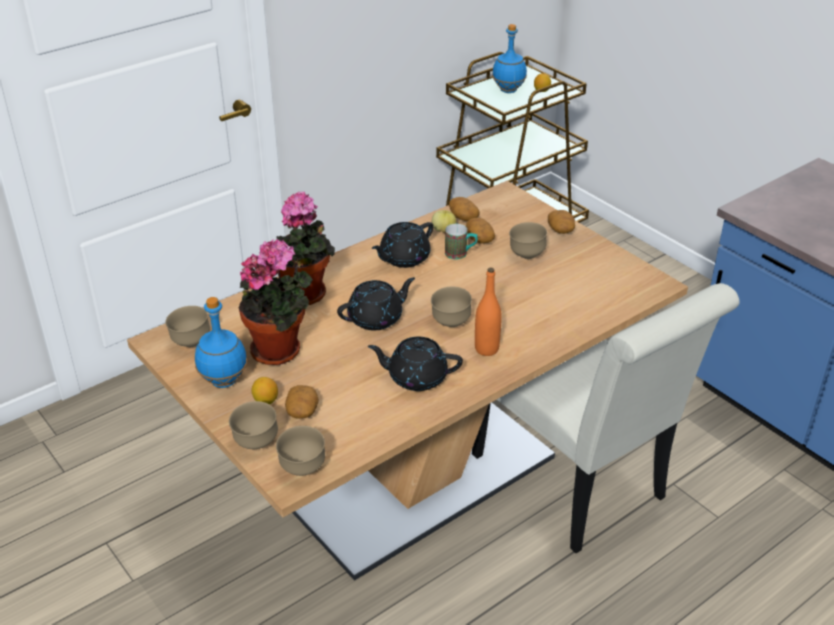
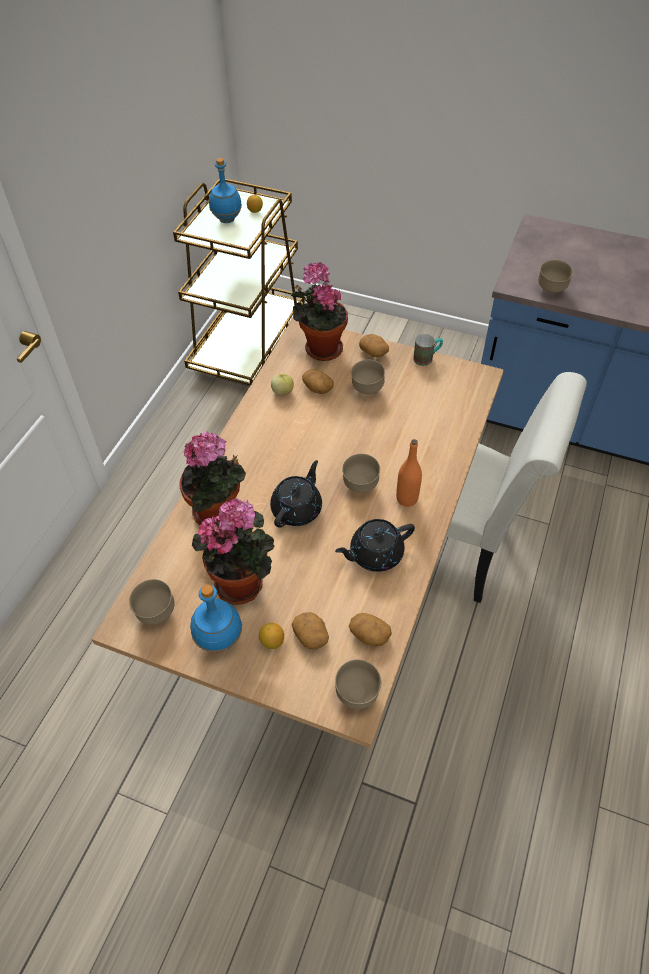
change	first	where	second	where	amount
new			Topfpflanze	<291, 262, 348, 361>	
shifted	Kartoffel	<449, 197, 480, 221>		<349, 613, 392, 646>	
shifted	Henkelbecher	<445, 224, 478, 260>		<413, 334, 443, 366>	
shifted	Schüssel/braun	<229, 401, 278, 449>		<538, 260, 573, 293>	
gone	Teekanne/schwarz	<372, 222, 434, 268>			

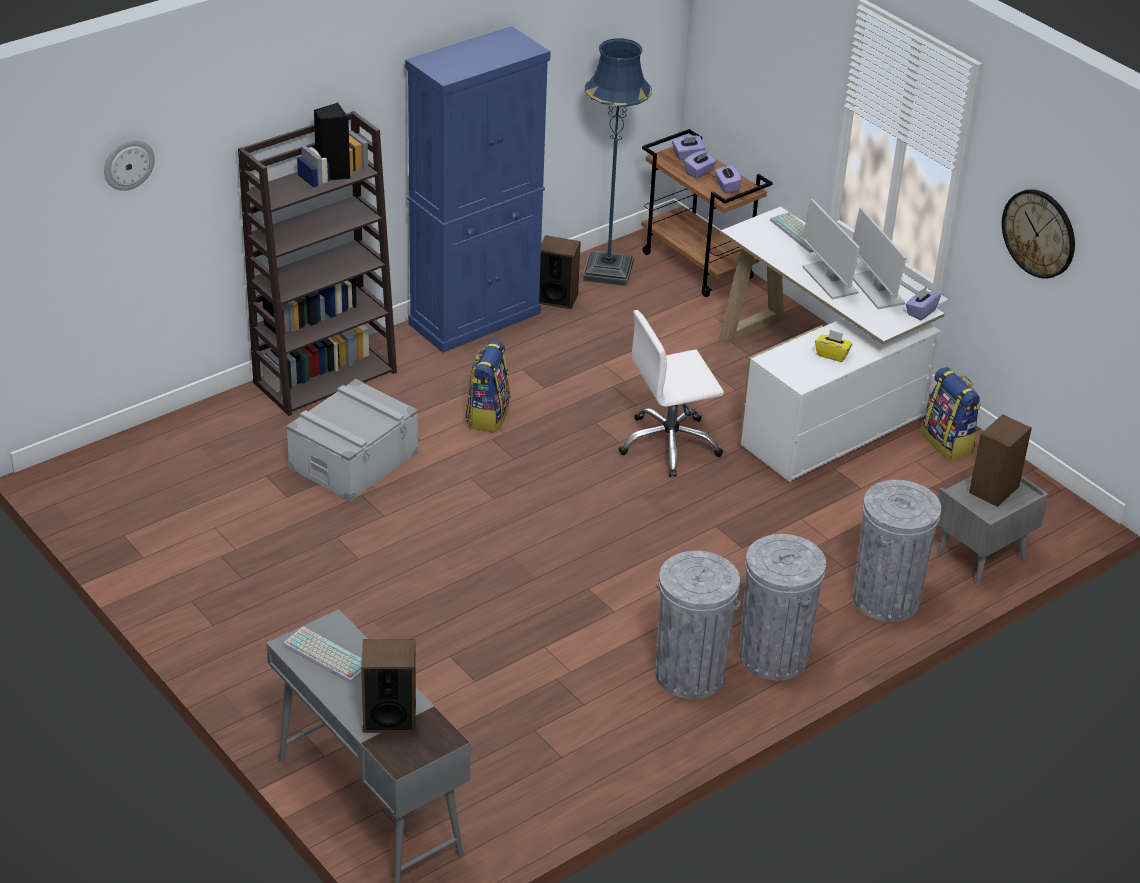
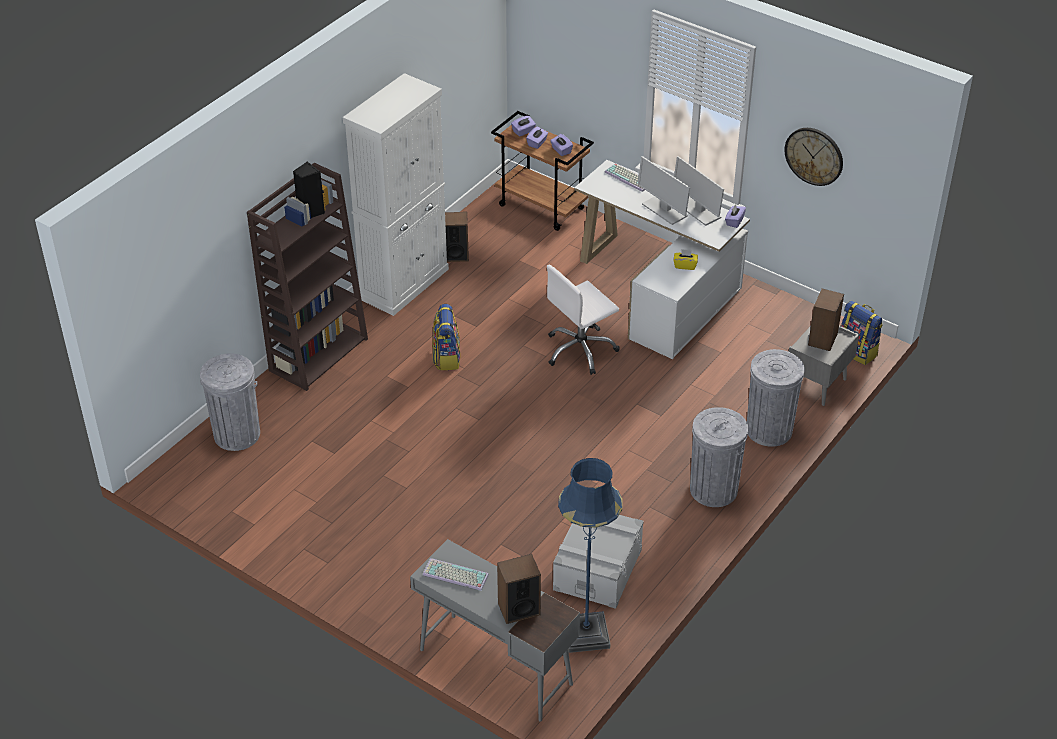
change	first	where	second	where	amount
shifted	Mülleimer/grau	<655, 551, 740, 699>		<200, 353, 260, 451>	
repainted	Schrank/blau	<405, 26, 551, 353>	Schrank/weiß	<343, 73, 449, 316>	
shifted	Aufbewahrungsbox/grau	<286, 379, 418, 502>		<553, 515, 644, 609>	
shifted	Stehlampe/blau	<583, 38, 652, 286>		<558, 458, 623, 653>	
shifted	Rucksack	<921, 367, 981, 460>		<841, 301, 883, 365>	
gone	Wanduhr	<104, 140, 155, 191>			

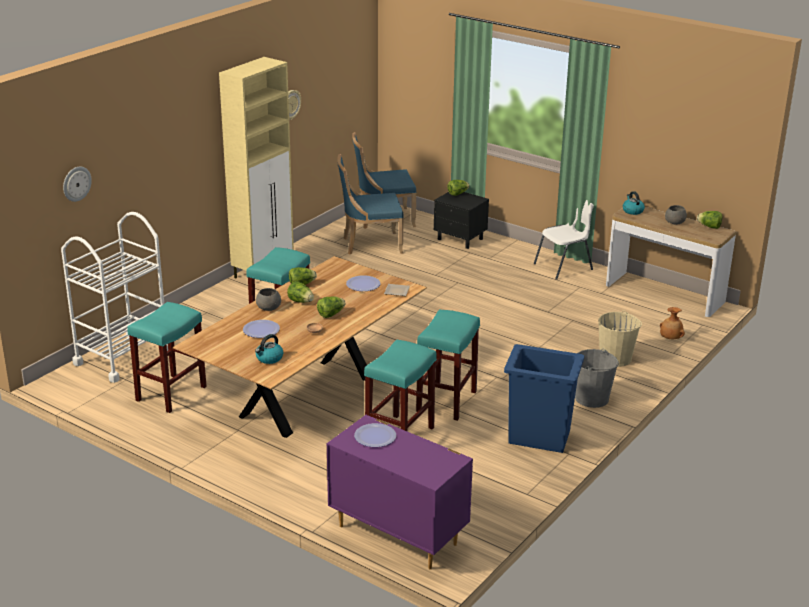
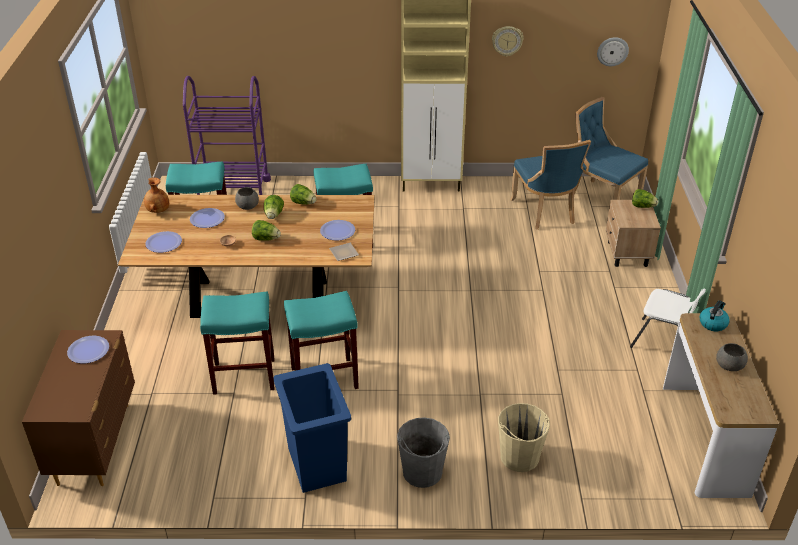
change	first	where	second	where	amount
repainted	Kommode/lila	<327, 415, 473, 570>	Kommode/braun	<22, 330, 135, 486>	
shifted	Vase/braun	<660, 307, 685, 339>		<144, 178, 169, 213>	
swapped	Wasserkessel	<255, 334, 283, 364>	Teller	<145, 231, 182, 253>	
repainted	Rollwagen/weiß	<61, 212, 168, 383>	Rollwagen/lila	<183, 76, 271, 195>	
rotated	Stuhl/blau	<337, 154, 404, 254>		<510, 140, 591, 230>	150 degrees counterclockwise
shifted	Wanduhr	<63, 167, 92, 202>		<597, 37, 629, 66>	
repainted	Nachttisch/schwarz	<434, 192, 489, 249>	Nachttisch/beige	<606, 200, 661, 267>	
gone	Salatkopf	<697, 211, 722, 229>			

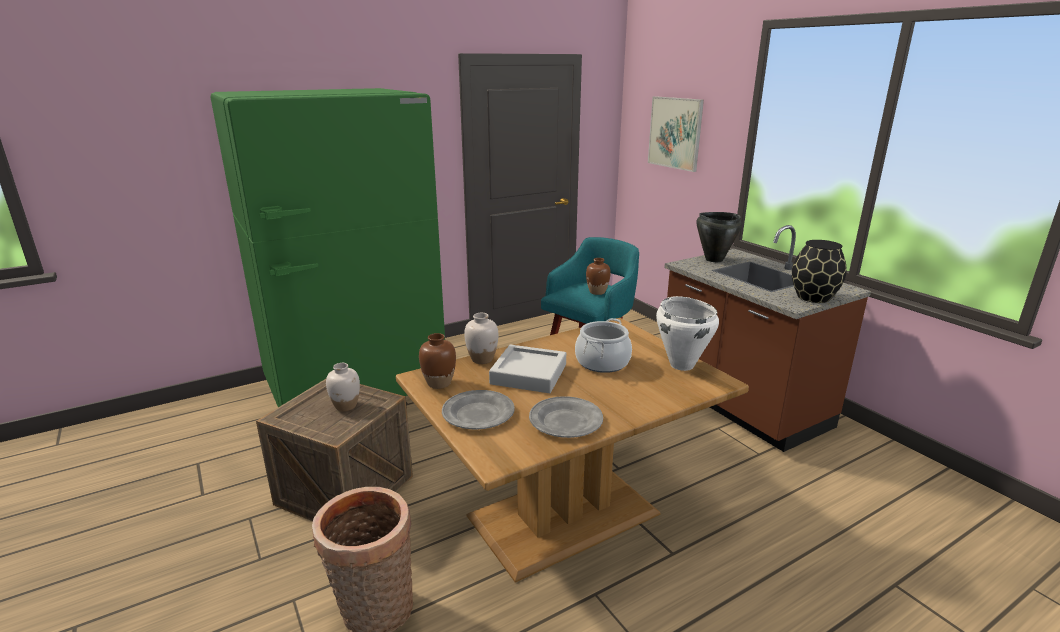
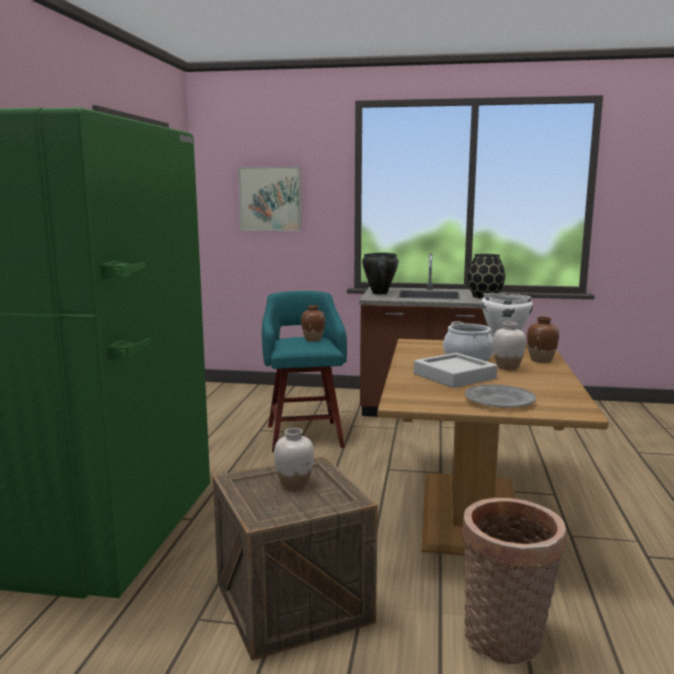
change	first	where	second	where	amount
shifted	Vase/weiß	<464, 313, 498, 364>		<493, 322, 526, 370>	
shifted	Vase/braun	<419, 333, 456, 389>		<527, 317, 559, 363>	
gone	Teller/grau	<529, 396, 603, 438>			

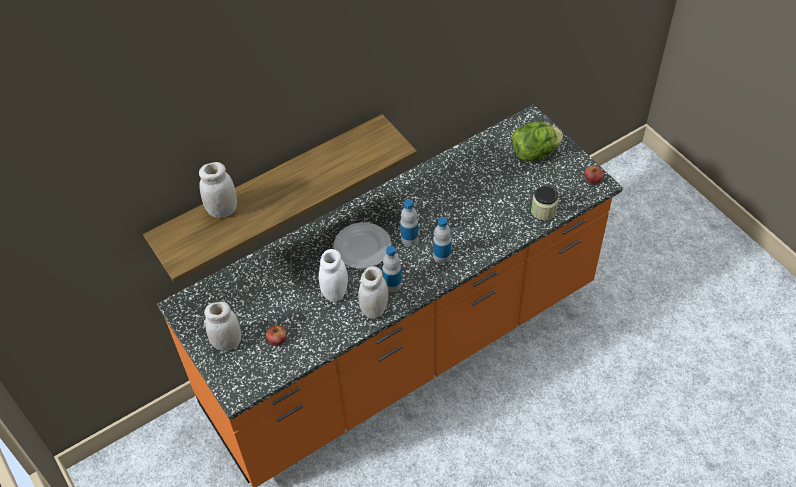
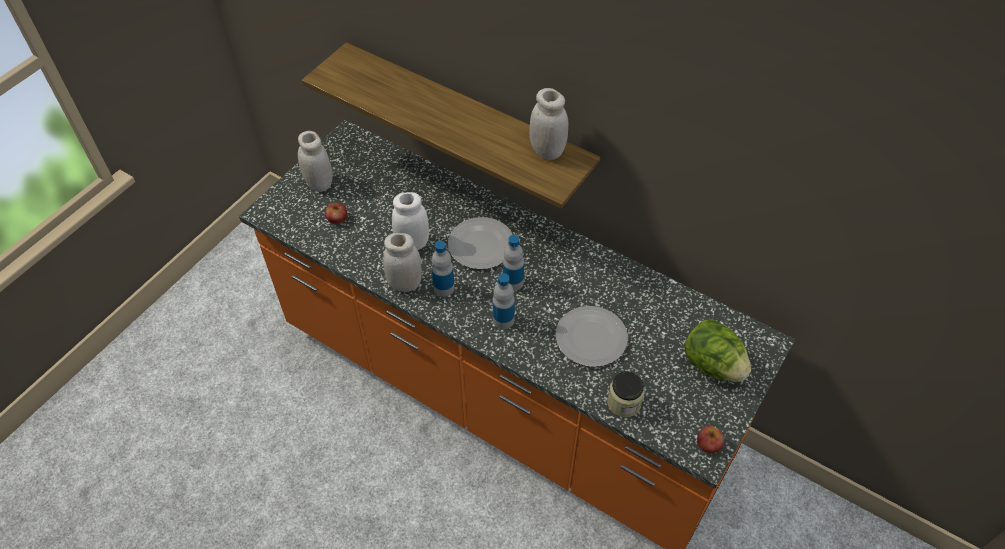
change	first	where	second	where	amount
shifted	Vorratsglas/weiß	<199, 162, 237, 218>		<530, 88, 569, 160>	
new			Teller	<556, 306, 628, 367>	

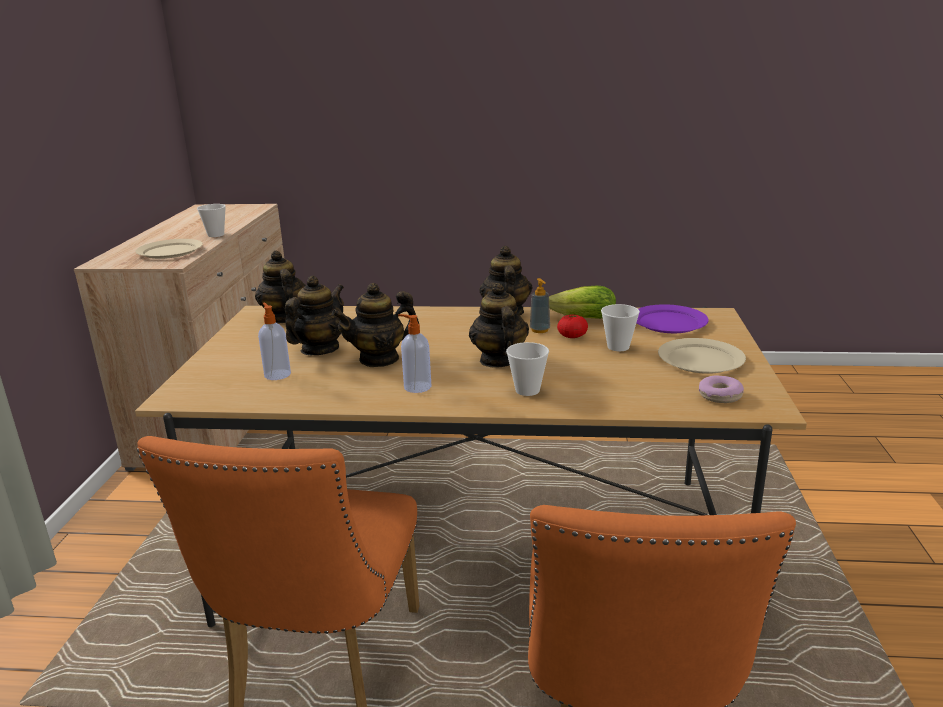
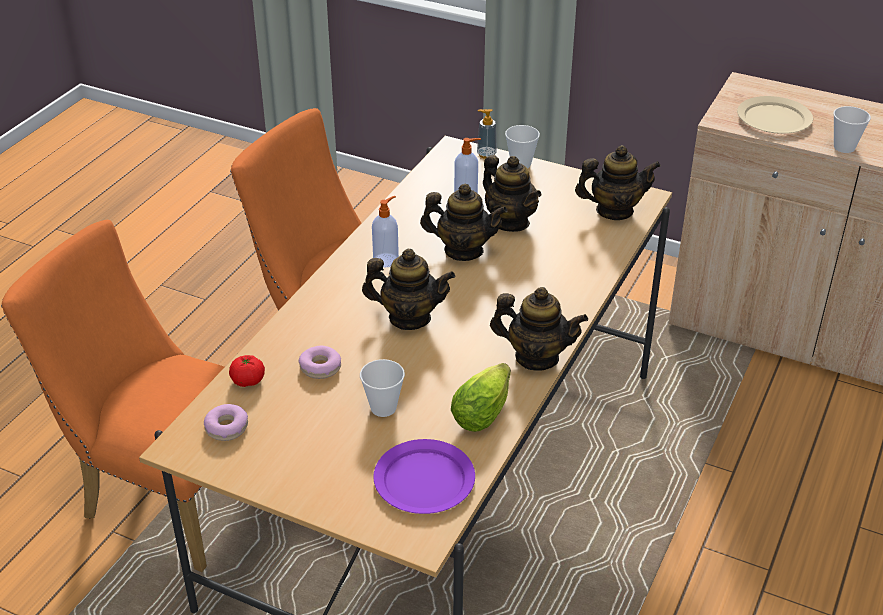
change	first	where	second	where	amount
shifted	Tomate	<557, 315, 588, 338>		<229, 355, 265, 387>	
new			Donut	<298, 346, 341, 379>	
rotated	Teekanne	<332, 283, 419, 367>		<420, 184, 508, 261>	105 degrees clockwise
shifted	Seifenspender	<530, 278, 550, 333>		<477, 109, 497, 159>	
shifted	Tasse	<506, 342, 549, 396>		<505, 125, 540, 169>	
gone	Teller/beige	<658, 338, 746, 374>			

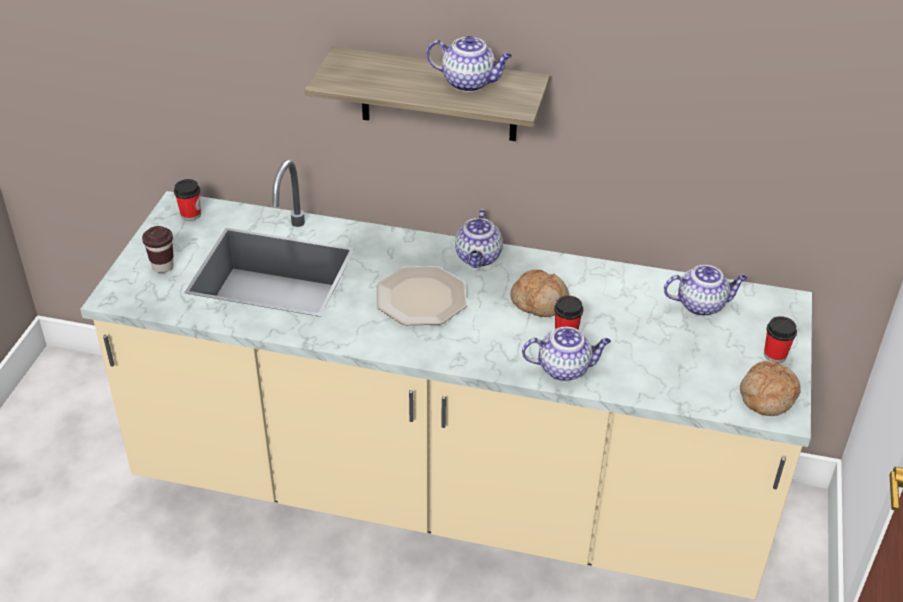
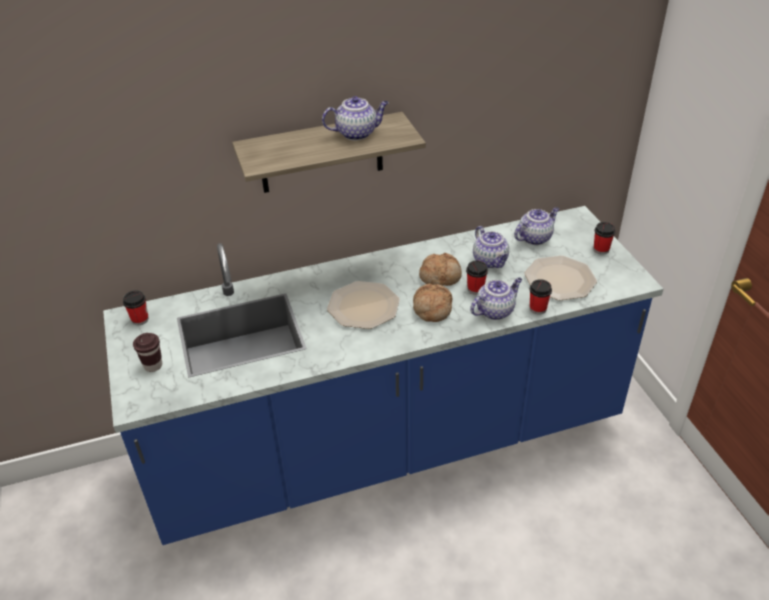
change	first	where	second	where	amount
repainted	Küchenzeile/beige	<80, 160, 812, 599>	Küchenzeile/blau	<103, 206, 663, 545>	
shifted	Brot	<740, 361, 801, 416>		<413, 283, 452, 322>	
shifted	Teekanne	<455, 209, 503, 268>		<473, 226, 509, 268>	
new			Teller	<524, 255, 597, 301>	
new			Tasse	<530, 279, 552, 315>	

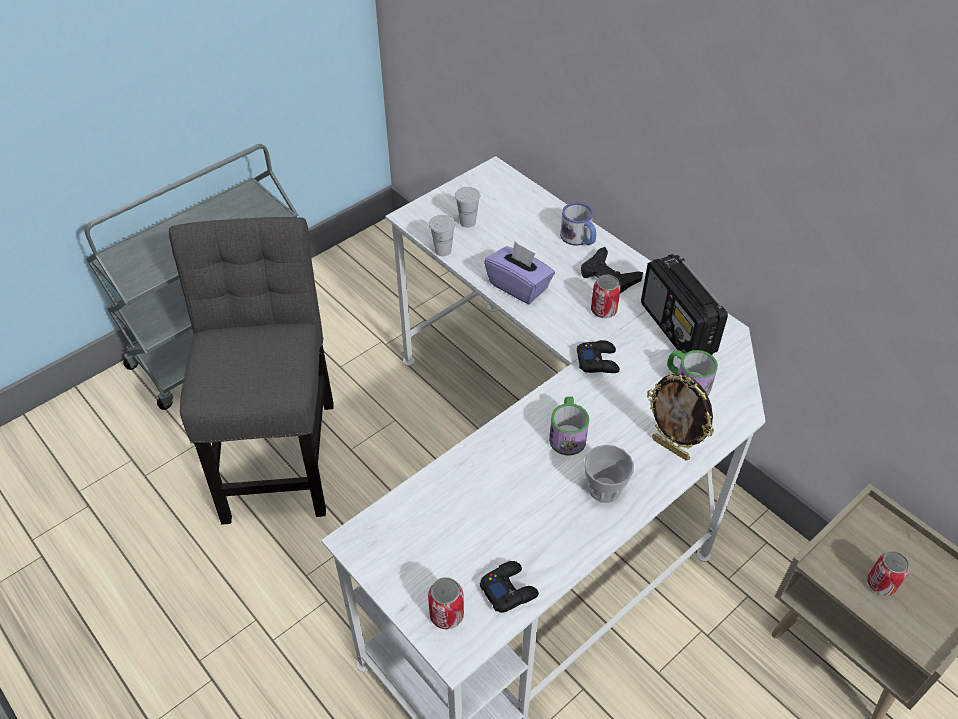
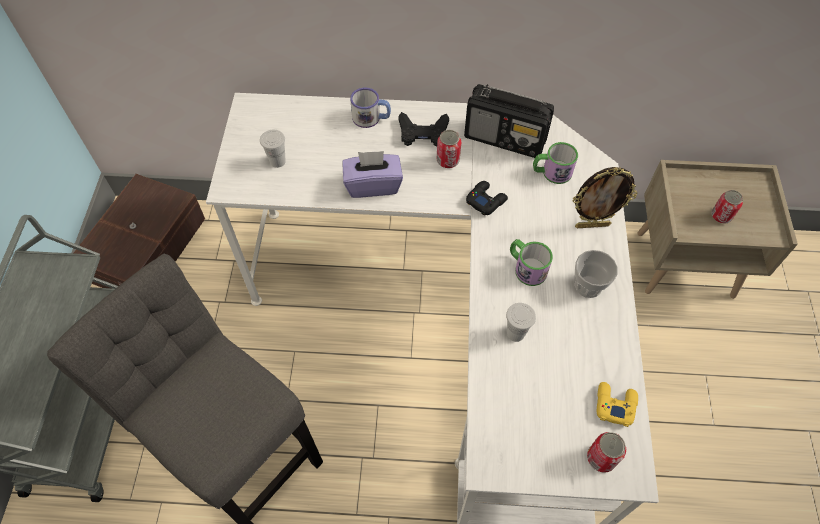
change	first	where	second	where	amount
new			Aufbewahrungsbox/braun	<74, 174, 205, 288>	
shifted	Tasse/weiß	<429, 215, 455, 256>		<506, 303, 536, 342>	
repainted	Gamepad/schwarz	<480, 561, 539, 613>	Gamepad/gelb	<597, 382, 638, 427>	

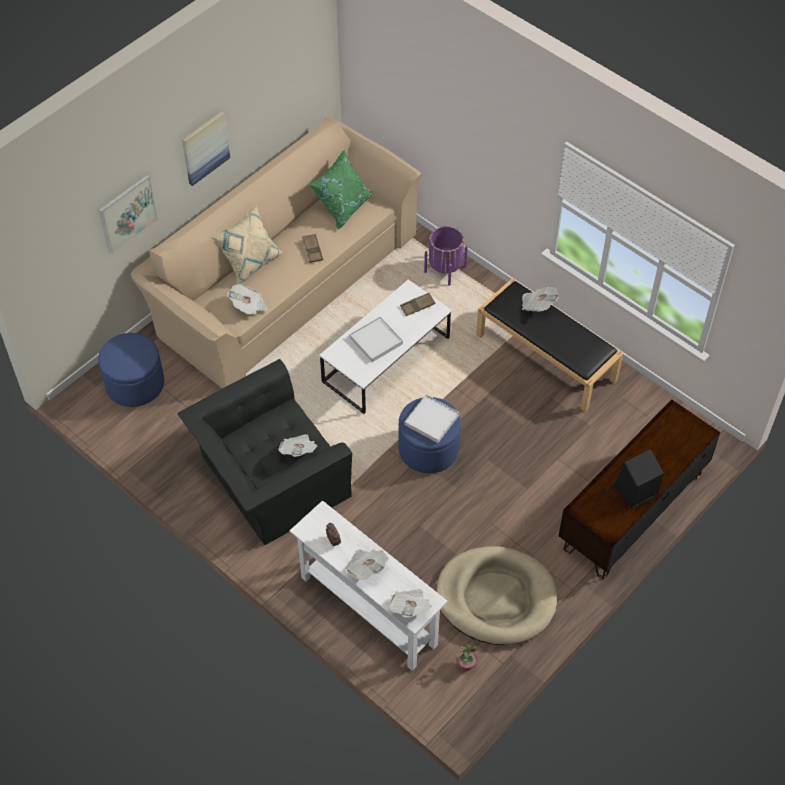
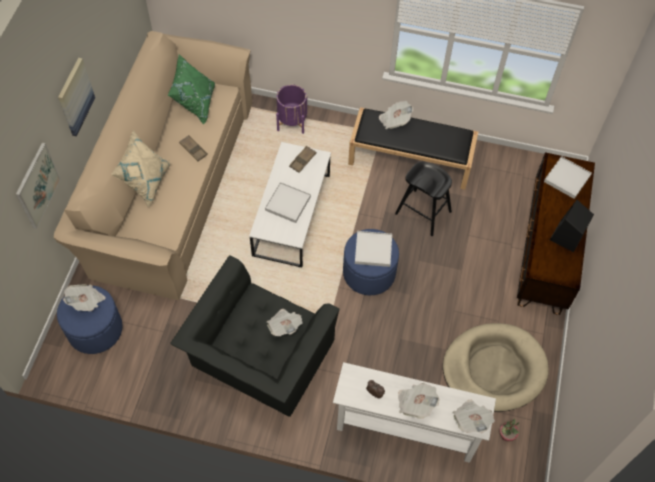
change	first	where	second	where	amount
shifted	Zeitung	<227, 284, 268, 315>		<63, 284, 106, 311>	
new			Hocker/schwarz	<395, 161, 452, 236>	
new			Tablett/weiß	<544, 156, 592, 199>	

